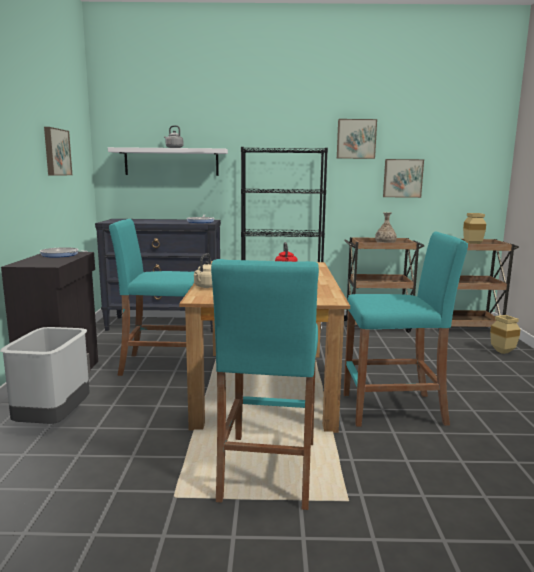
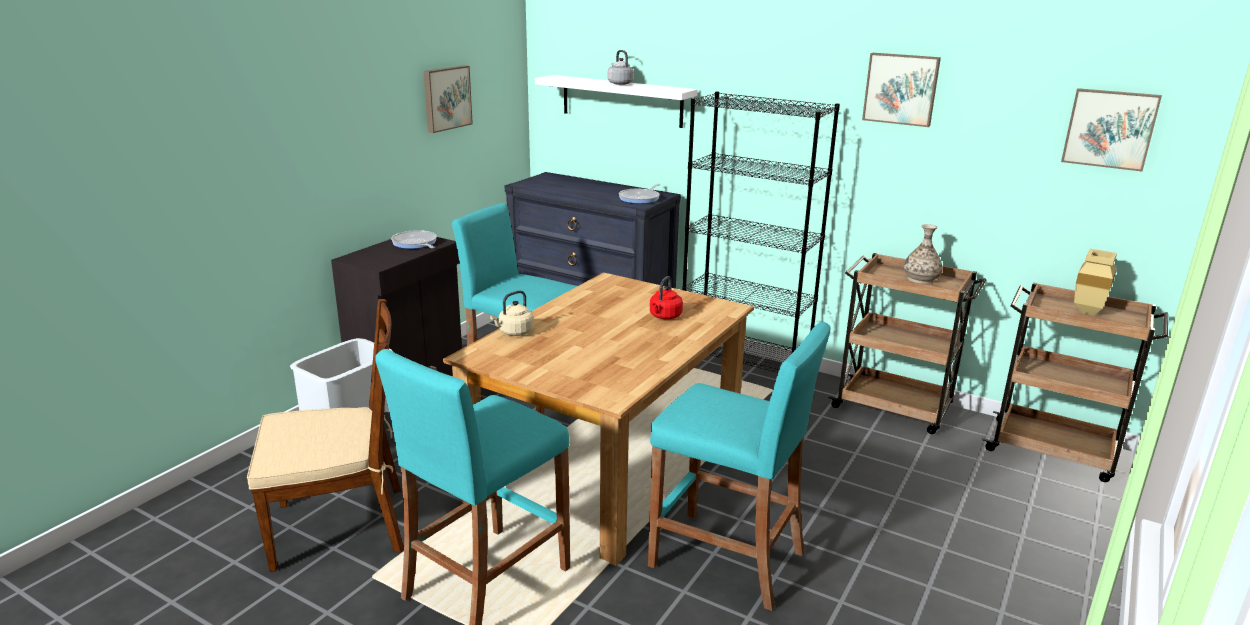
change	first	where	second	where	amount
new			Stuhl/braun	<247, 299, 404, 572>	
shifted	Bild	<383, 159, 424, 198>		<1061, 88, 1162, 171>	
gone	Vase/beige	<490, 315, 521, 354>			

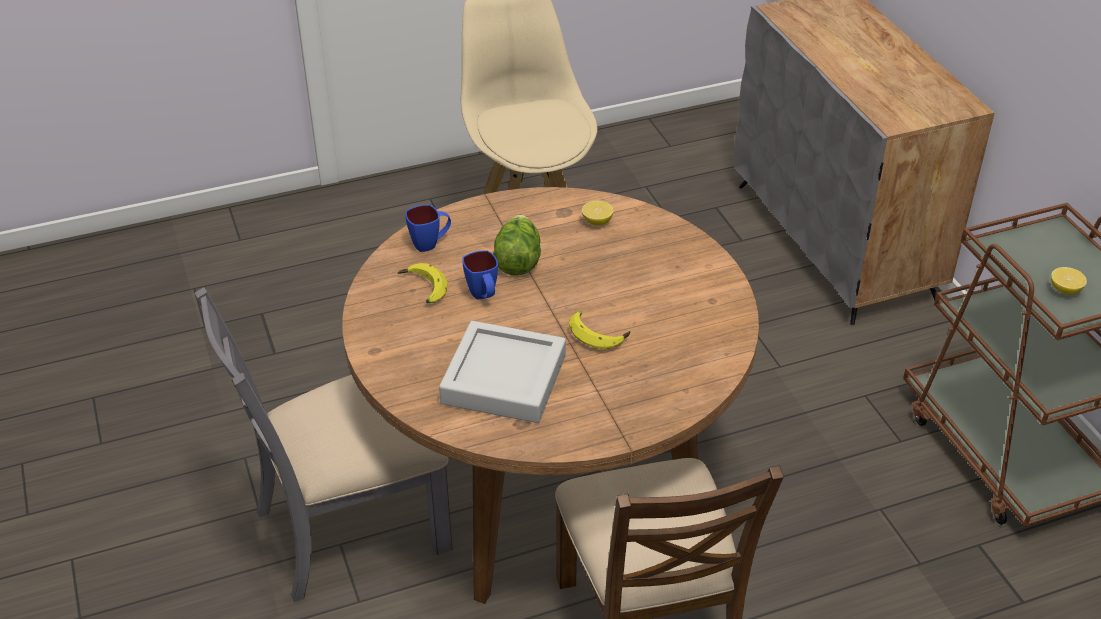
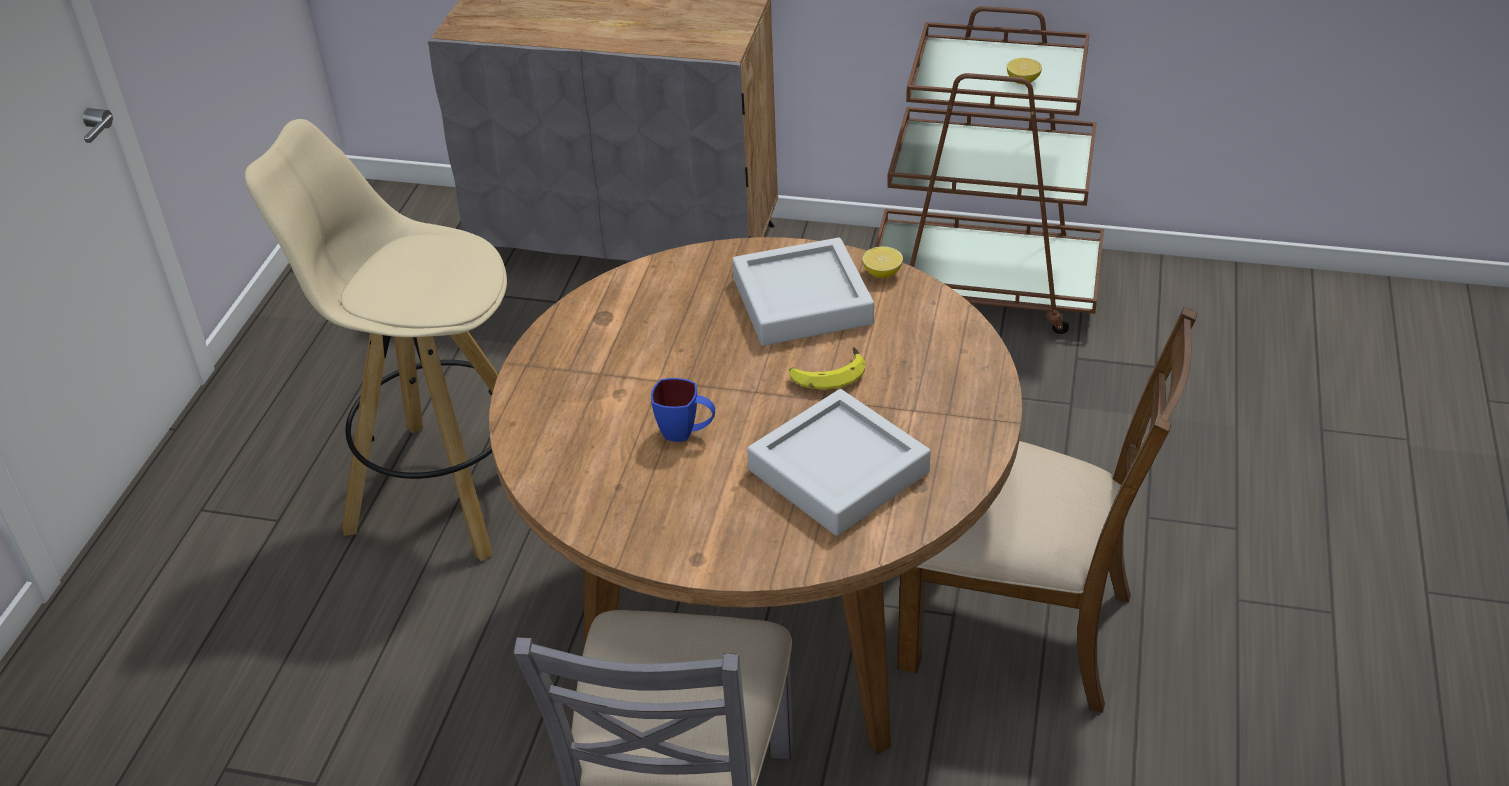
change	first	where	second	where	amount
new			Tablett/grau	<732, 237, 874, 346>	
shifted	Zitrone	<582, 200, 614, 226>		<862, 246, 903, 278>	
gone	Banane	<397, 263, 447, 303>			
gone	Henkelbecher/blau	<405, 205, 451, 252>			
gone	Salatkopf	<493, 214, 541, 276>			

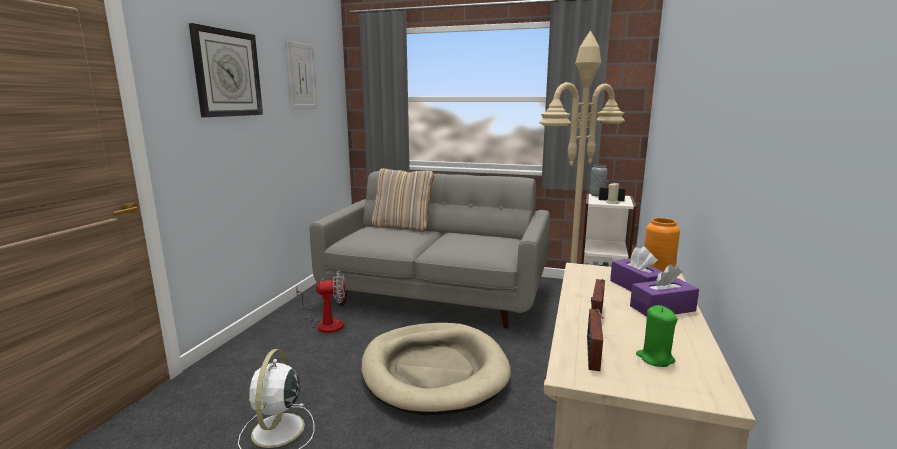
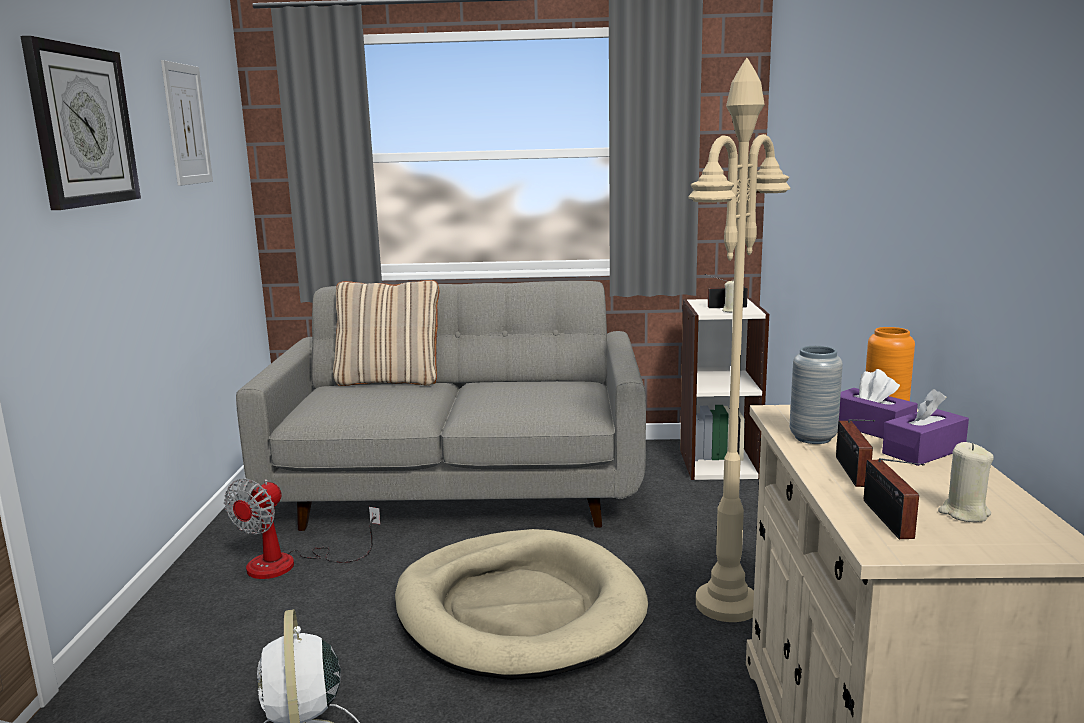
change	first	where	second	where	amount
rotated	Ventilator	<296, 271, 345, 333>		<224, 478, 381, 579>	135 degrees clockwise
shifted	Vase/grau	<590, 165, 608, 197>		<790, 346, 843, 444>	
repainted	Kerze/grün	<636, 305, 678, 367>	Kerze/beige	<938, 442, 994, 522>	

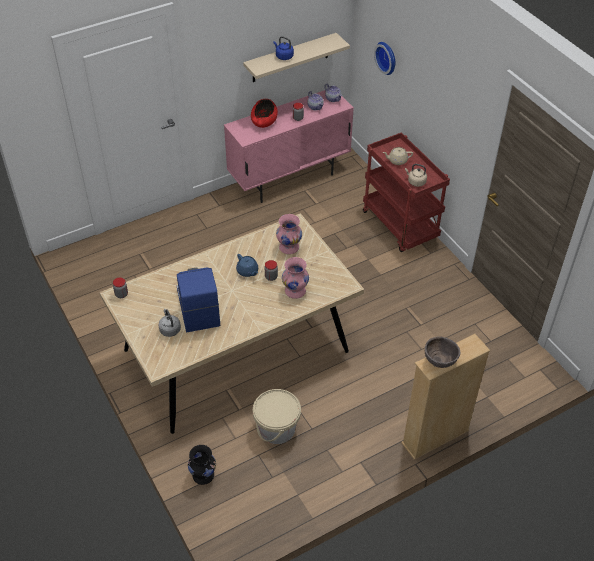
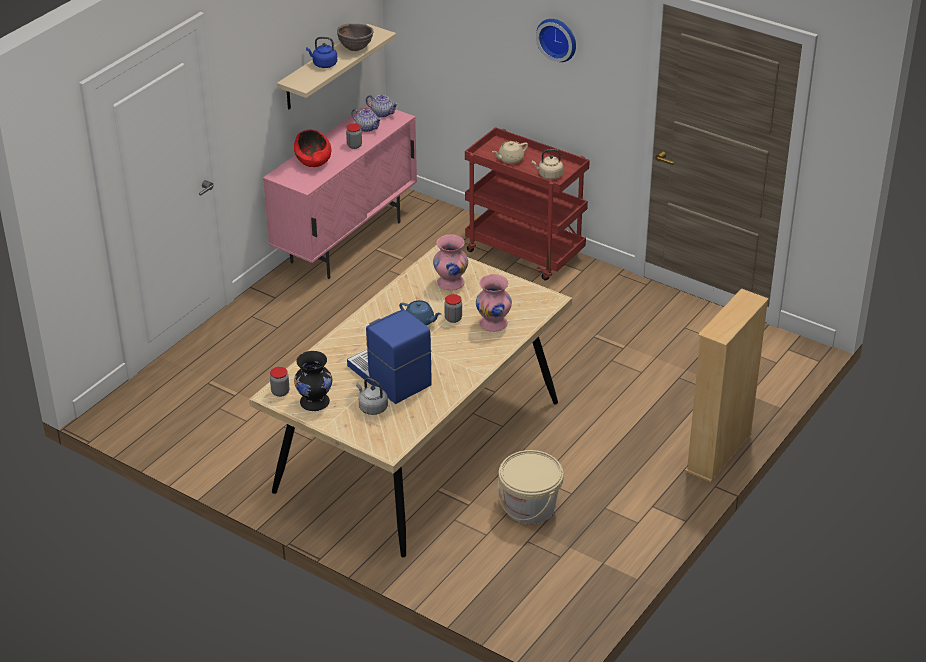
change	first	where	second	where	amount
shifted	Vase/schwarz	<188, 445, 216, 485>		<294, 351, 332, 411>	
shifted	Schüssel/braun	<425, 336, 460, 368>		<337, 24, 374, 51>	
shifted	Wanduhr	<374, 42, 395, 75>		<536, 19, 576, 62>	

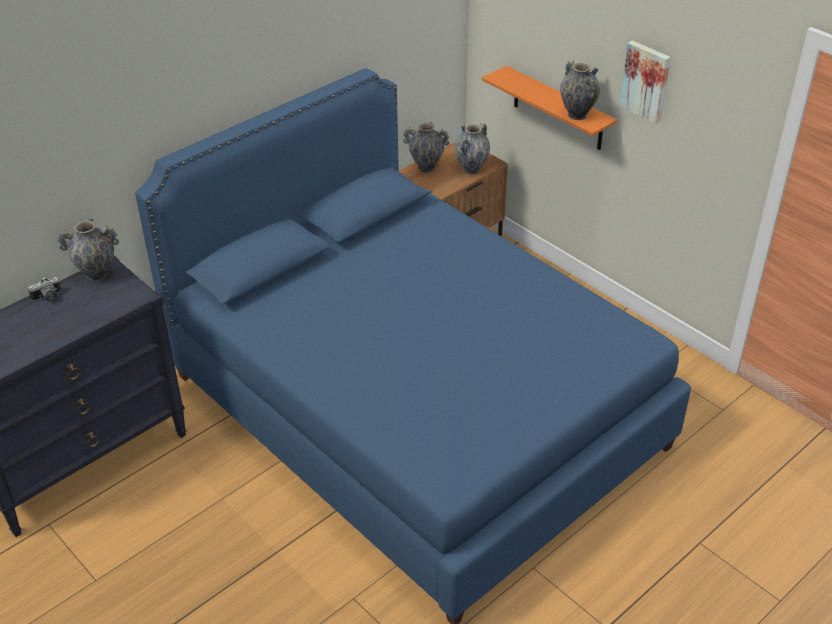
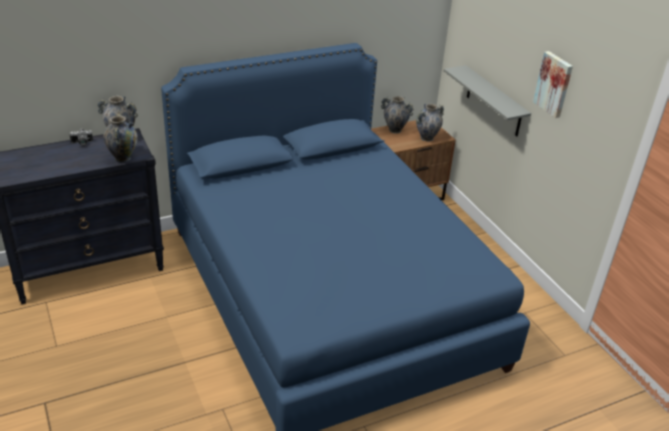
change	first	where	second	where	amount
shifted	Vase	<560, 61, 600, 120>		<103, 113, 138, 162>	
repainted	Wandregal/orange	<482, 66, 617, 150>	Wandregal/grau	<444, 65, 531, 136>	

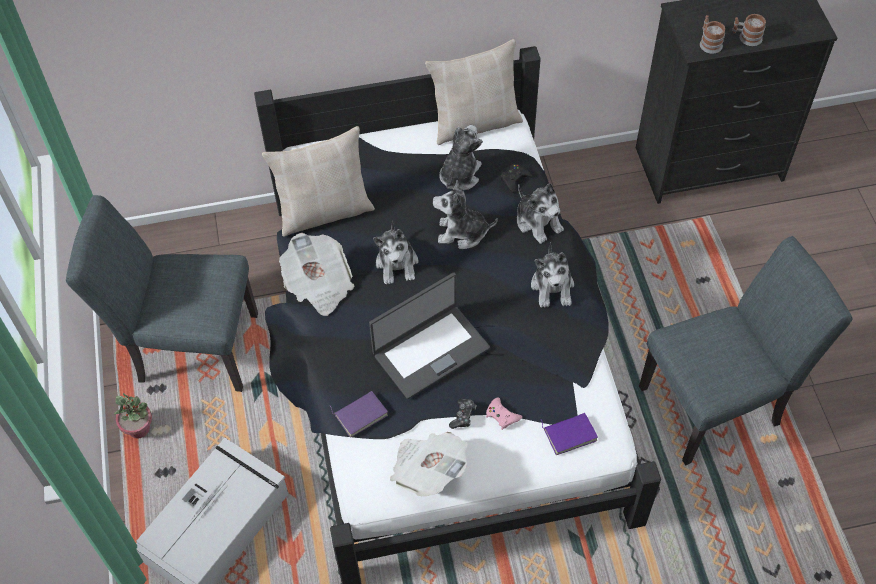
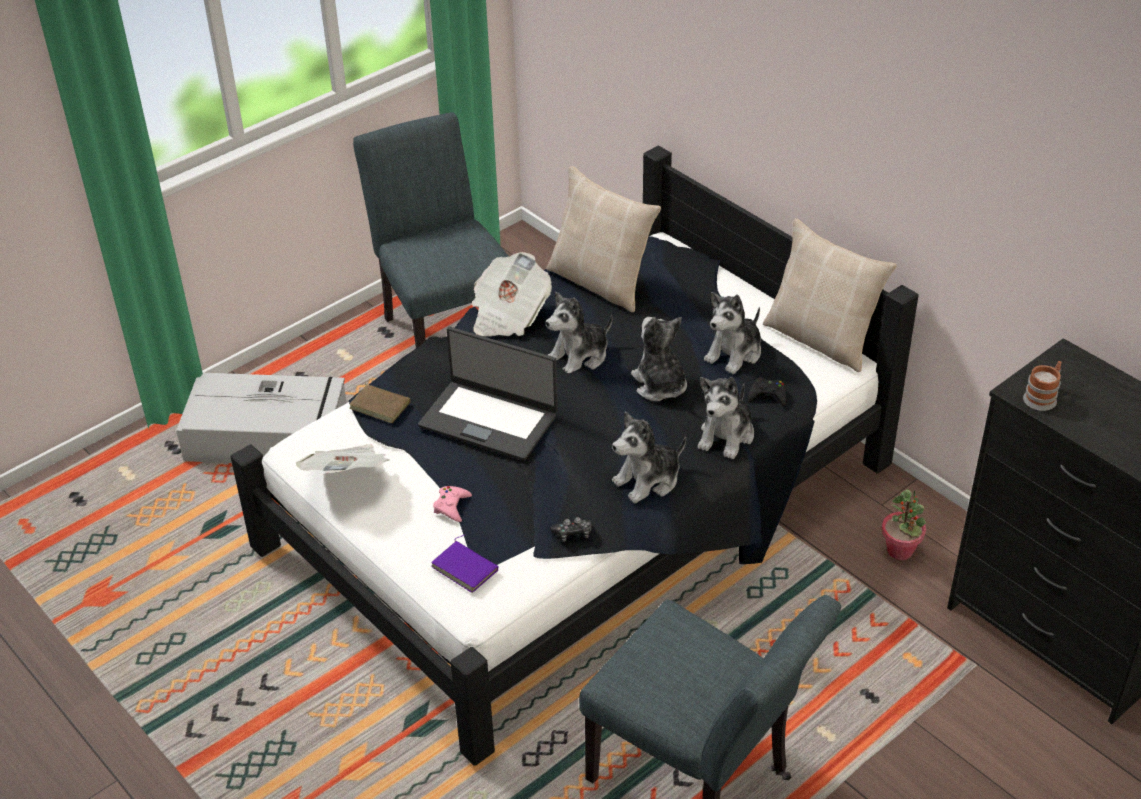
change	first	where	second	where	amount
repainted	Buch/lila	<330, 391, 388, 438>	Buch/braun	<350, 378, 410, 423>	
shifted	Gamepad	<449, 399, 476, 429>		<550, 517, 593, 542>	
rotated	Plüschtier	<439, 125, 483, 190>		<704, 292, 761, 374>	135 degrees clockwise
shifted	Topfpflanze	<114, 393, 152, 438>		<882, 489, 926, 560>	
gone	Henkelbecher	<732, 14, 766, 46>			

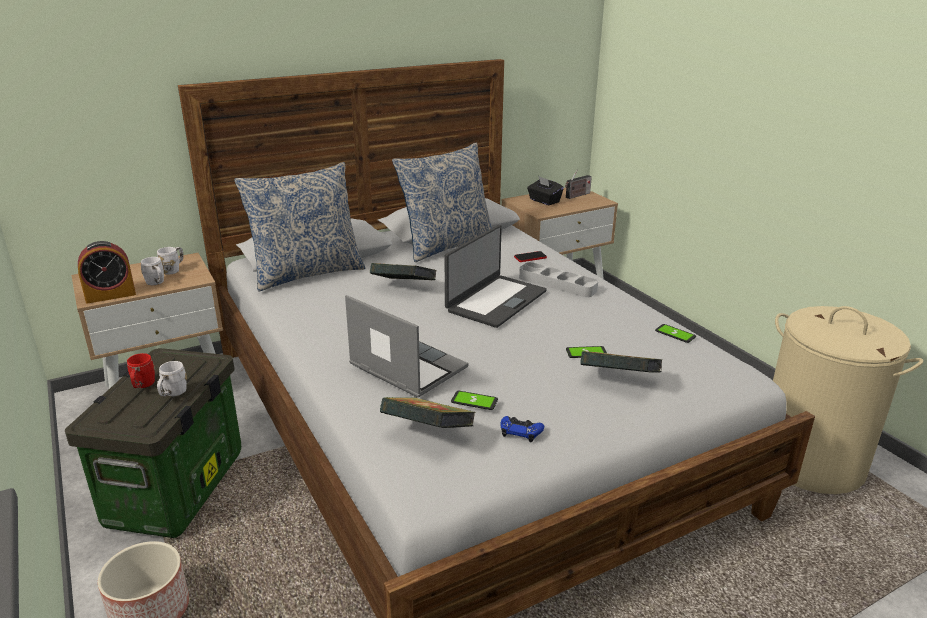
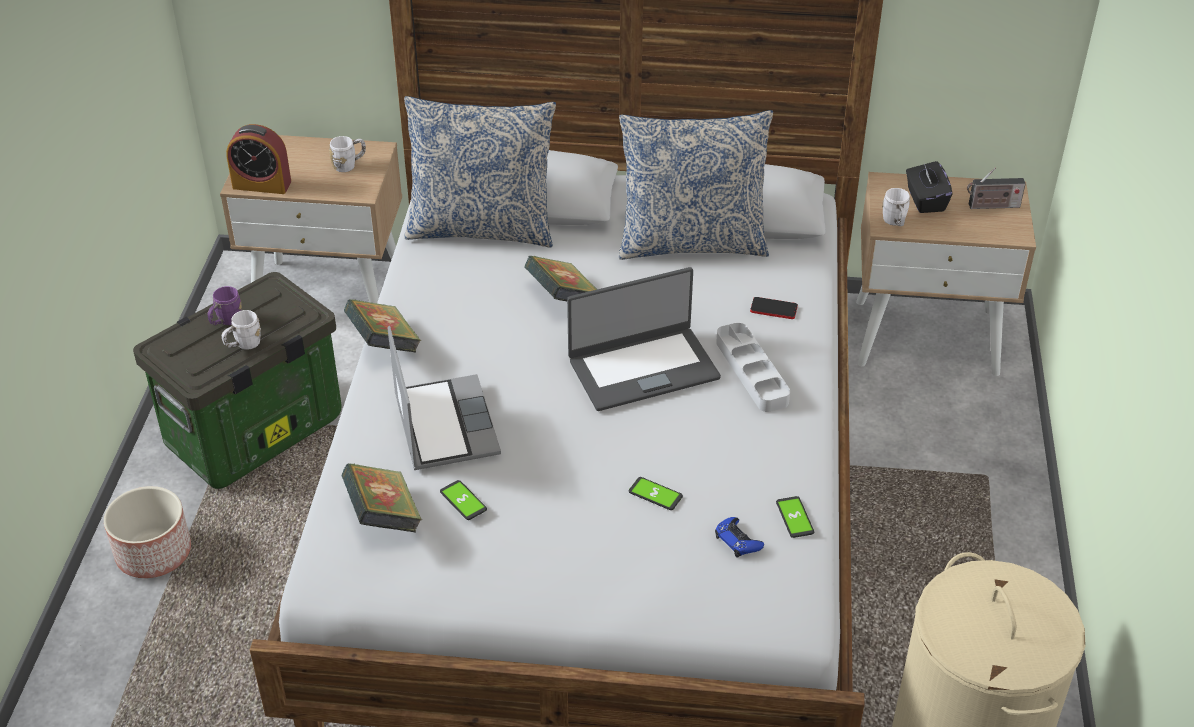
change	first	where	second	where	amount
repainted	Henkelbecher/rot	<127, 353, 155, 388>	Henkelbecher/lila	<207, 286, 242, 325>	
shifted	Buch	<580, 351, 662, 373>		<344, 299, 421, 353>	
shifted	Gamepad/blau	<500, 416, 544, 442>		<715, 517, 764, 557>	
shifted	Henkelbecher/weiß	<141, 257, 164, 285>		<882, 188, 910, 226>	

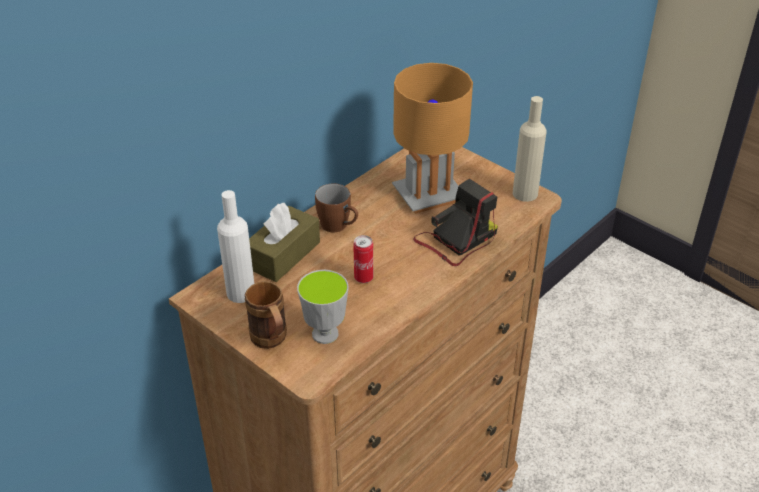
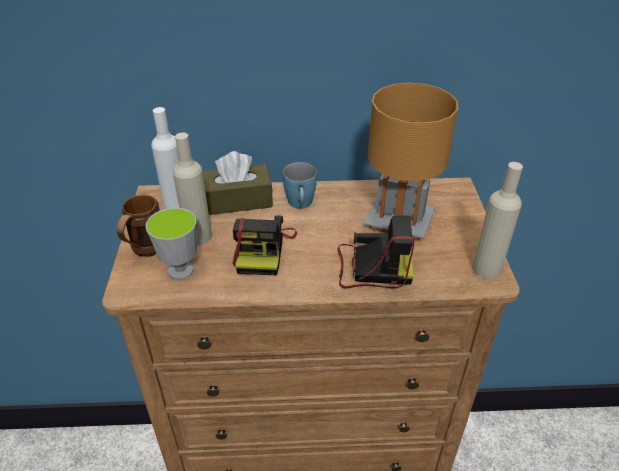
change	first	where	second	where	amount
new			Flasche/beige	<173, 133, 212, 246>	
swapped	Dose	<353, 235, 373, 283>	Kamera	<232, 215, 297, 276>	
repainted	Henkelbecher/braun	<315, 184, 358, 232>	Henkelbecher/blau	<283, 162, 317, 208>	

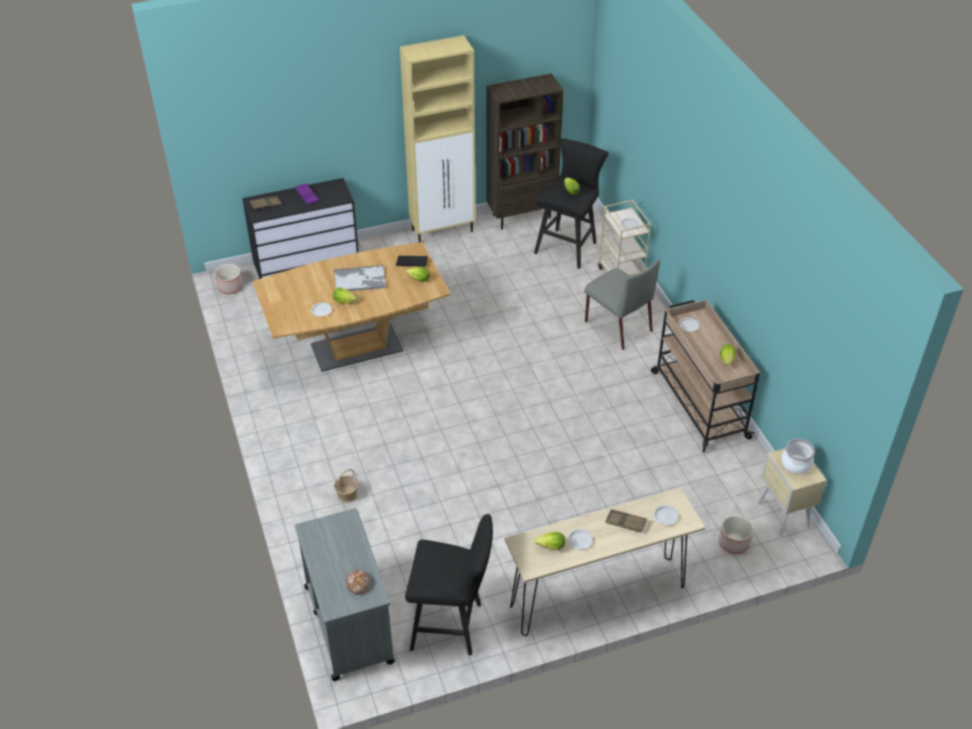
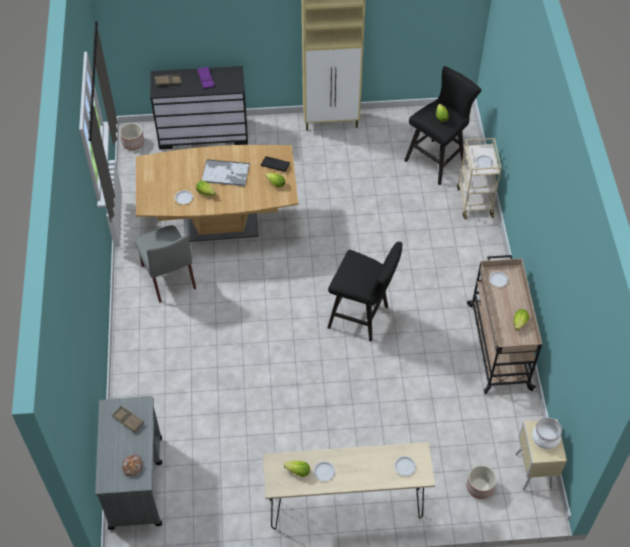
change	first	where	second	where	amount
shifted	Tablett/braun	<605, 509, 647, 533>		<112, 406, 144, 433>	
shifted	Stuhl/grau	<584, 259, 660, 350>		<135, 225, 196, 302>	
shifted	Hocker/schwarz	<405, 514, 493, 655>		<328, 242, 403, 342>	
gone	Korb	<334, 469, 359, 503>			
gone	Bücherregal/braun	<487, 73, 564, 229>			

